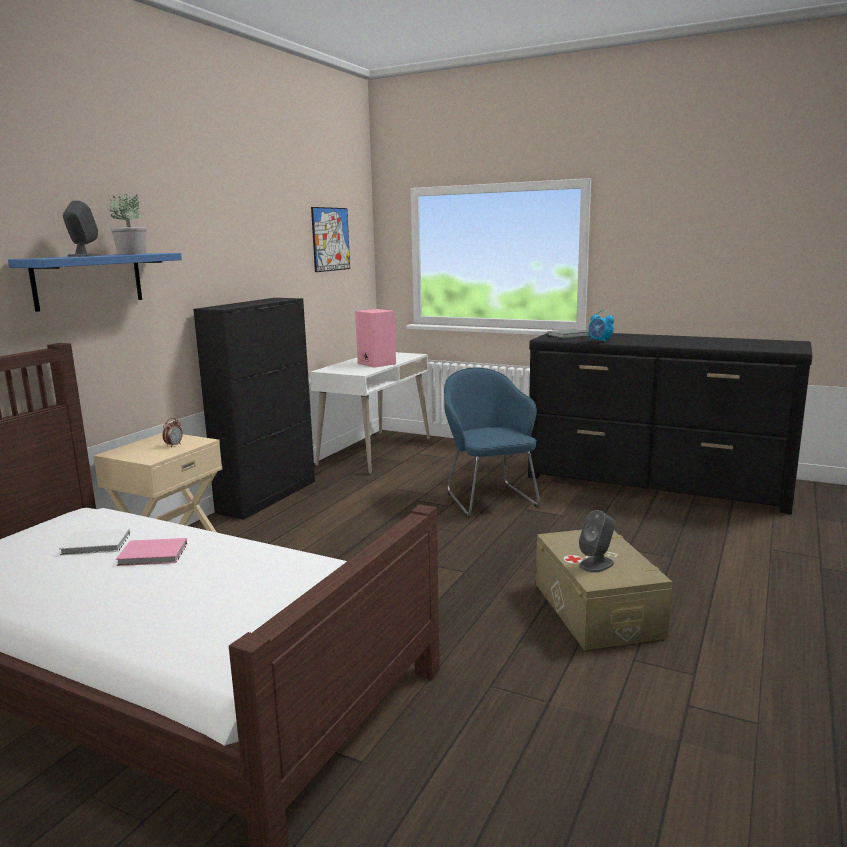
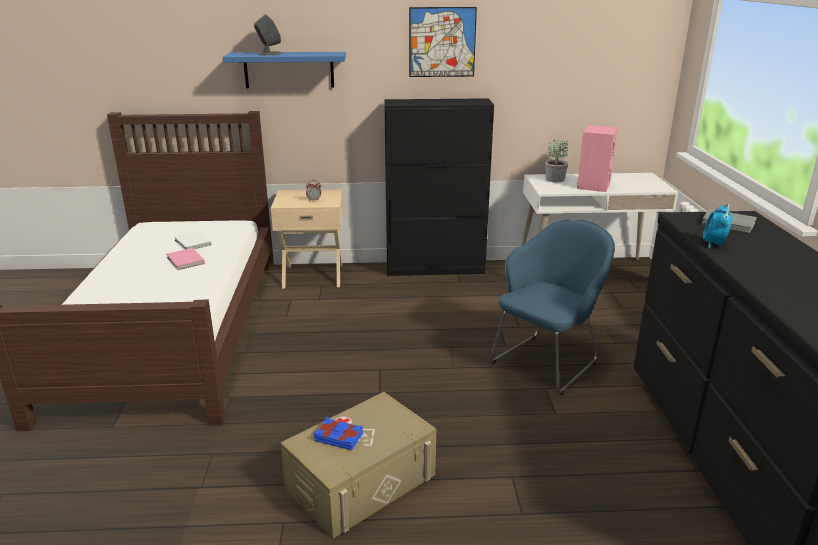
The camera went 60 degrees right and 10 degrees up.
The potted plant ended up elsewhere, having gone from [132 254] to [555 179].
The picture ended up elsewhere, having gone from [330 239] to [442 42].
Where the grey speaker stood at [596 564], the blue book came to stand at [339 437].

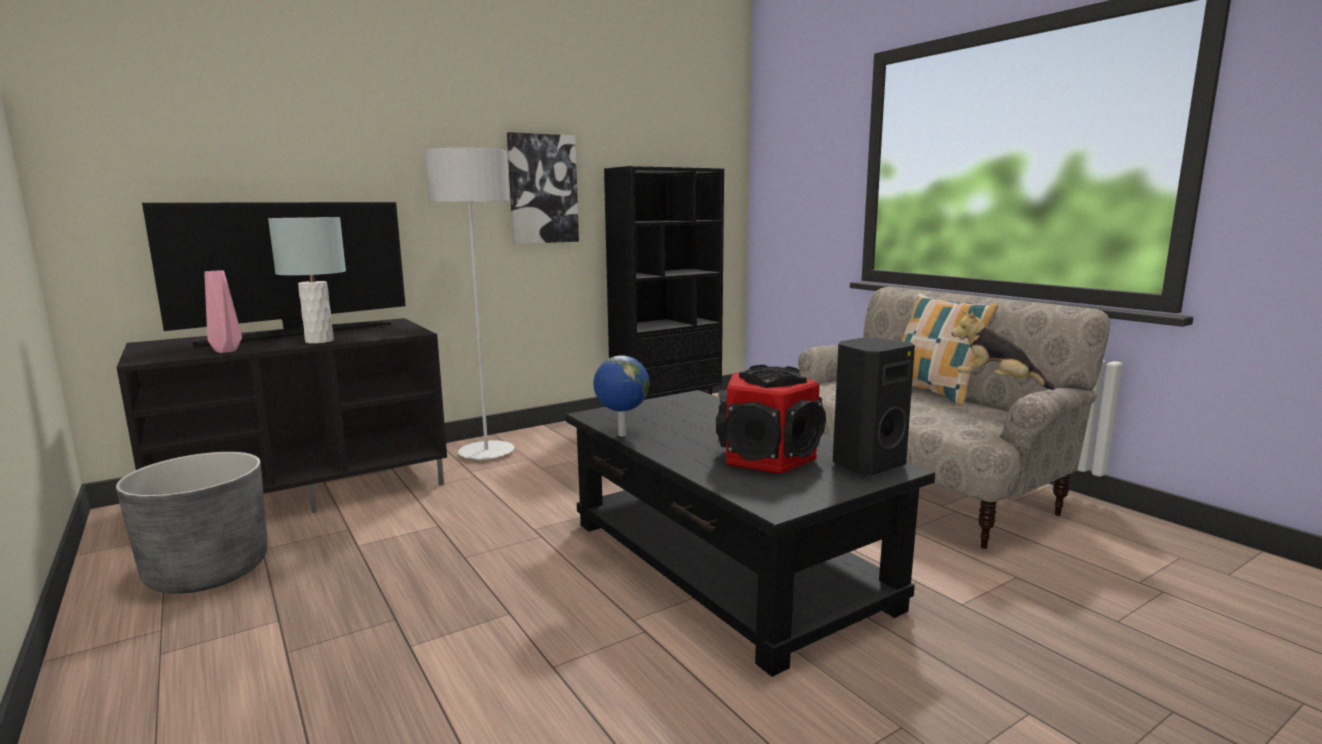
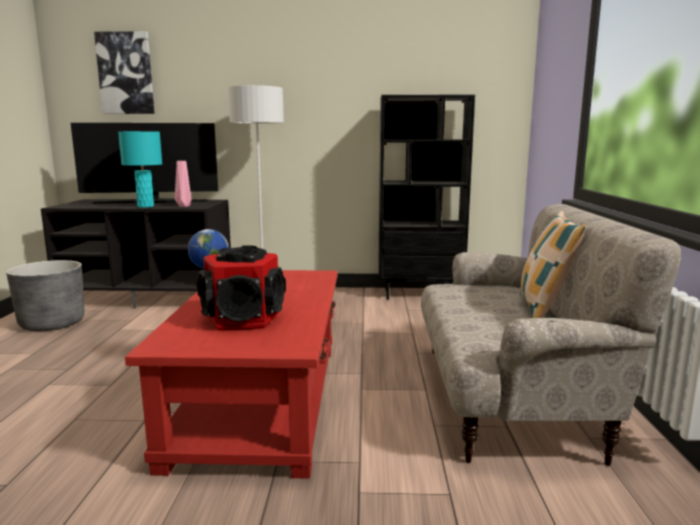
The camera went 35 degrees right and 0 degrees up.
The second view lost the black speaker at [866 464].
The second view lost the plush toy at [996 383].
The pink vase ended up elsewhere, having gone from [228 351] to [185 206].
The picture ended up elsewhere, having gone from [542 189] to [126 73].
What was the grey table lamp at [320 341] turned into the turquoise table lamp at [146 206].
What was the black coffee table at [724 563] turned into the red coffee table at [260 400].

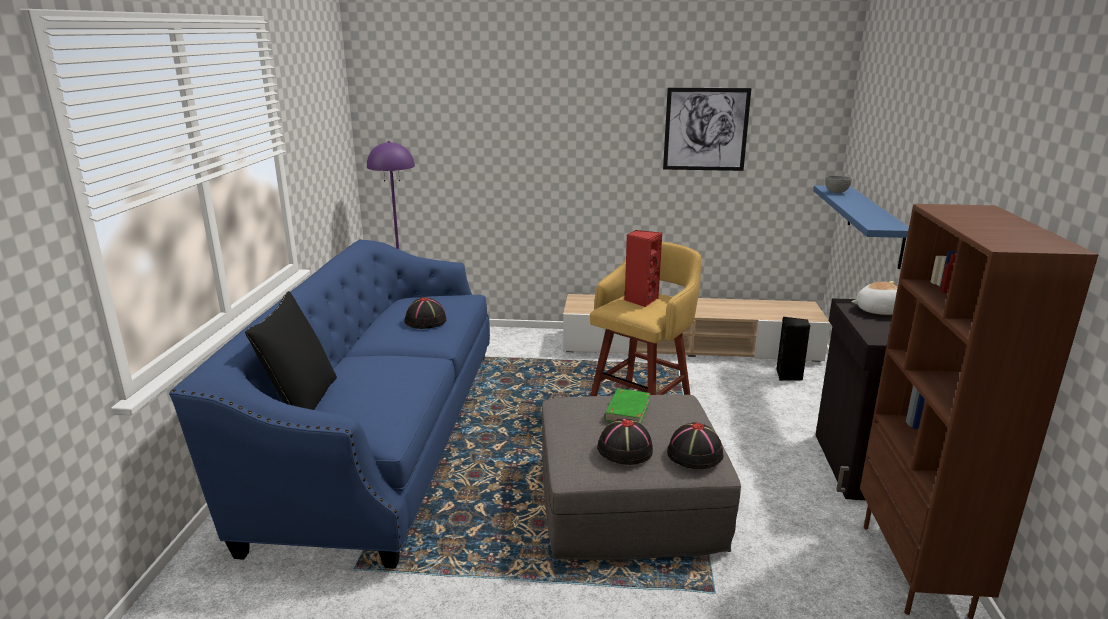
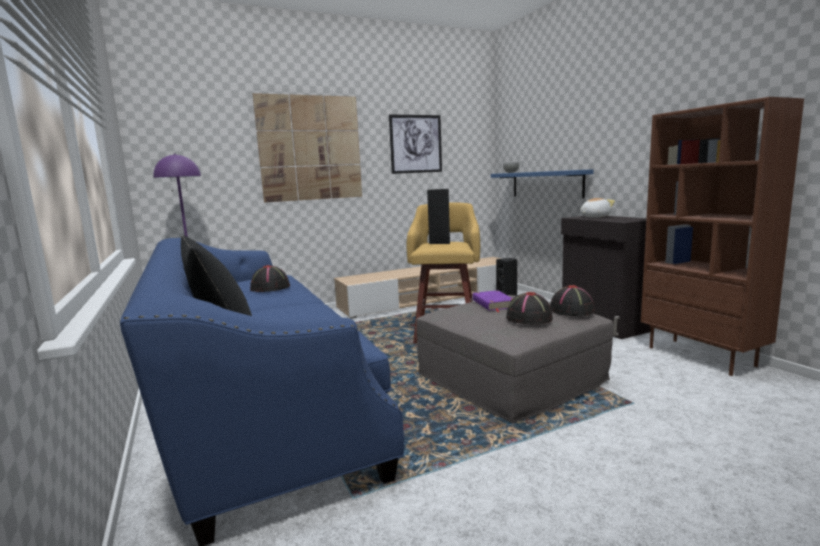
The camera went 30 degrees left and 10 degrees down.
The second view gained the picture at [310 148].
What was the green book at [627 411] turned into the purple book at [493 304].
What was the red speaker at [640 300] turned into the black speaker at [439 242].

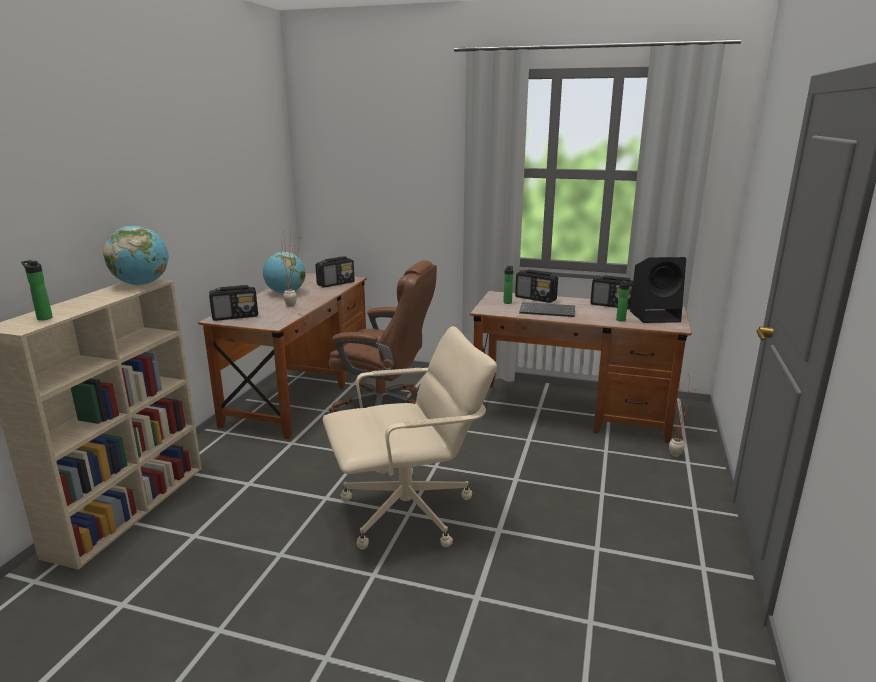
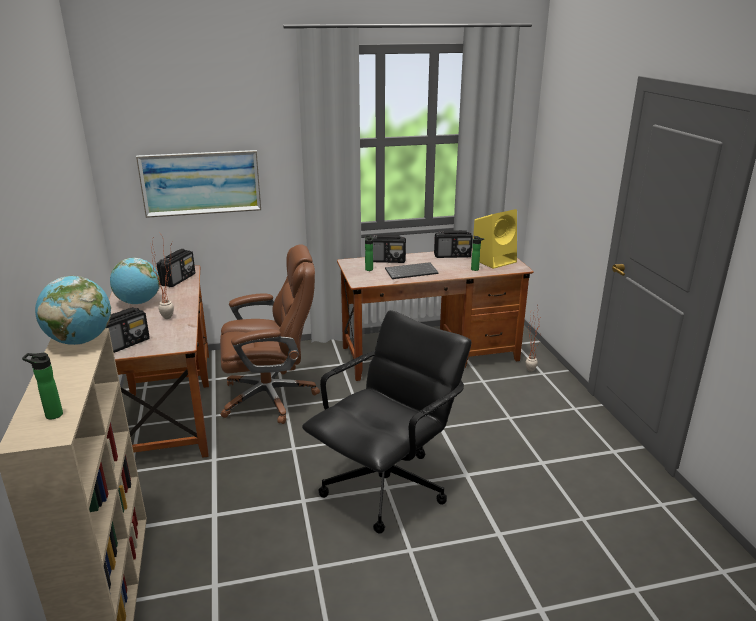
The camera went 30 degrees left and 5 degrees up.
The second view gained the picture at [201 183].
What was the beige office chair at [408 512] turned into the black office chair at [386 486].
What was the black speaker at [655 316] turned into the yellow speaker at [494 260].

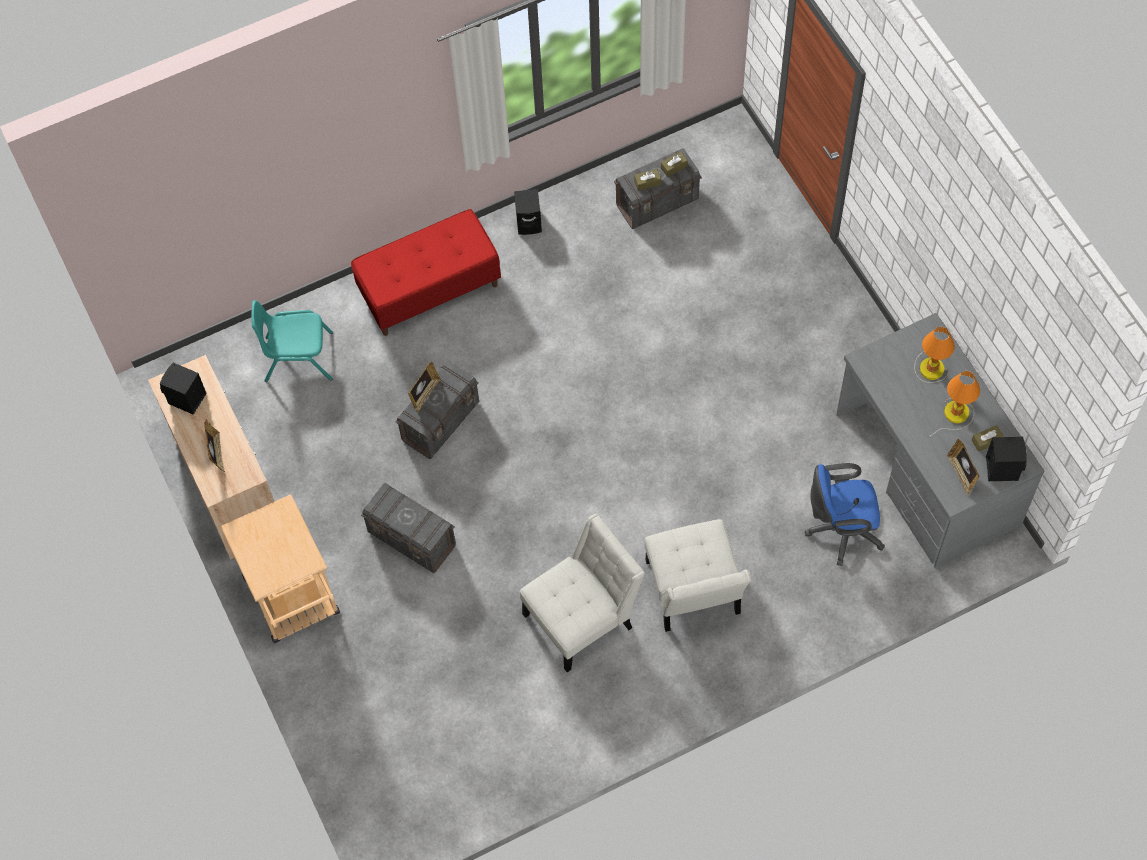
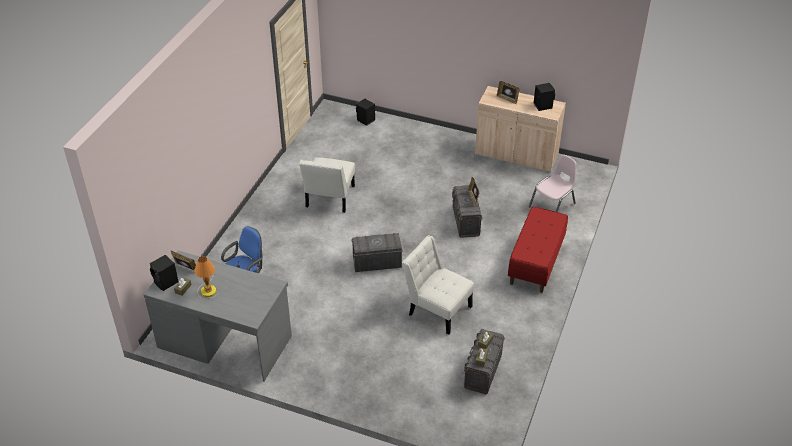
The camera went 135 degrees right and 20 degrees down.
The second view lost the beige cart at [295 602].
The second view lost the table lamp at [930 366].
The grey storage box ended up elsewhere, having gone from [412 539] to [376 263].
The black speaker ended up elsewhere, having gone from [530 222] to [365 120].
The white chair ended up elsewhere, having gone from [693 593] to [437 309].
What was the turquoise chair at [298 357] turned into the pink chair at [552 205].

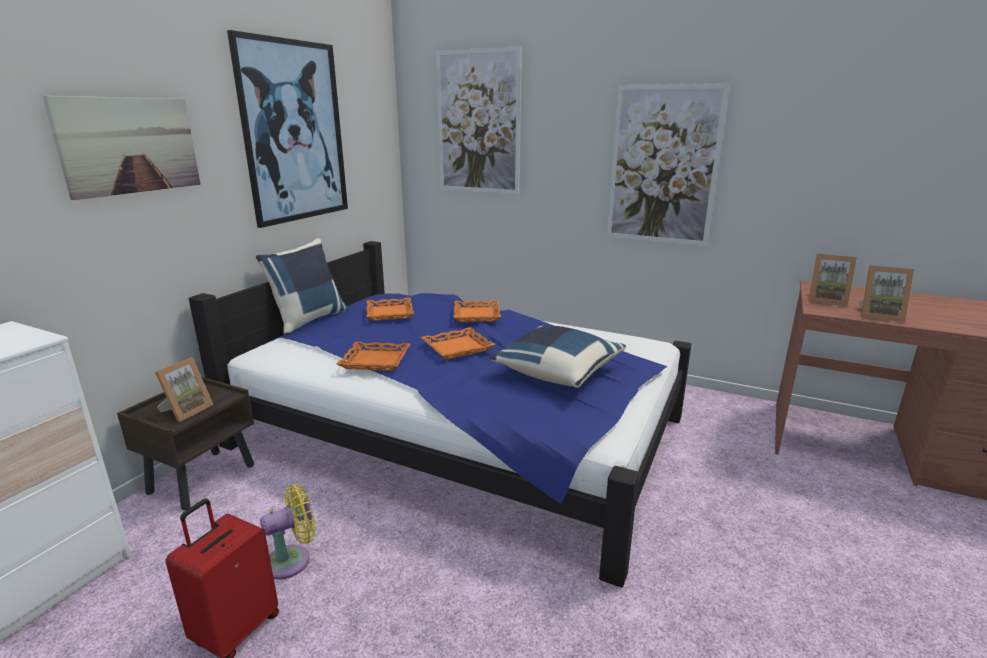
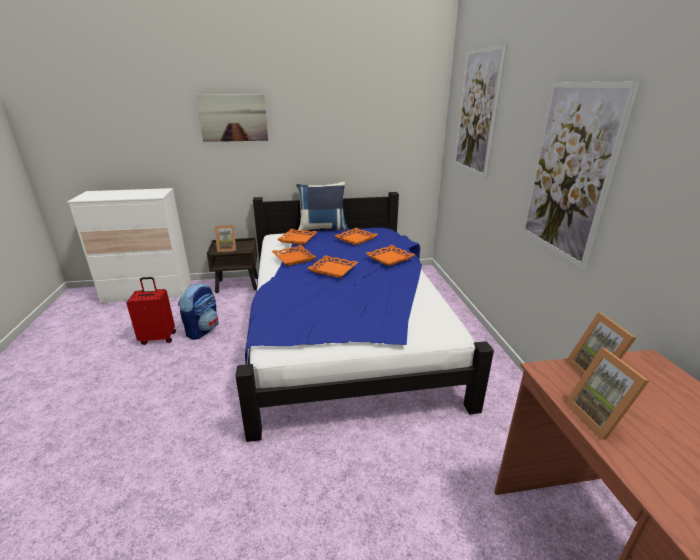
The camera went 55 degrees right and 5 degrees up.
The second view lost the picture at [294 132].
The second view lost the blue pillow at [557 373].
The second view gained the orange tray at [298 239].
Where the yellow fan stood at [292 560], the backpack came to stand at [203 330].

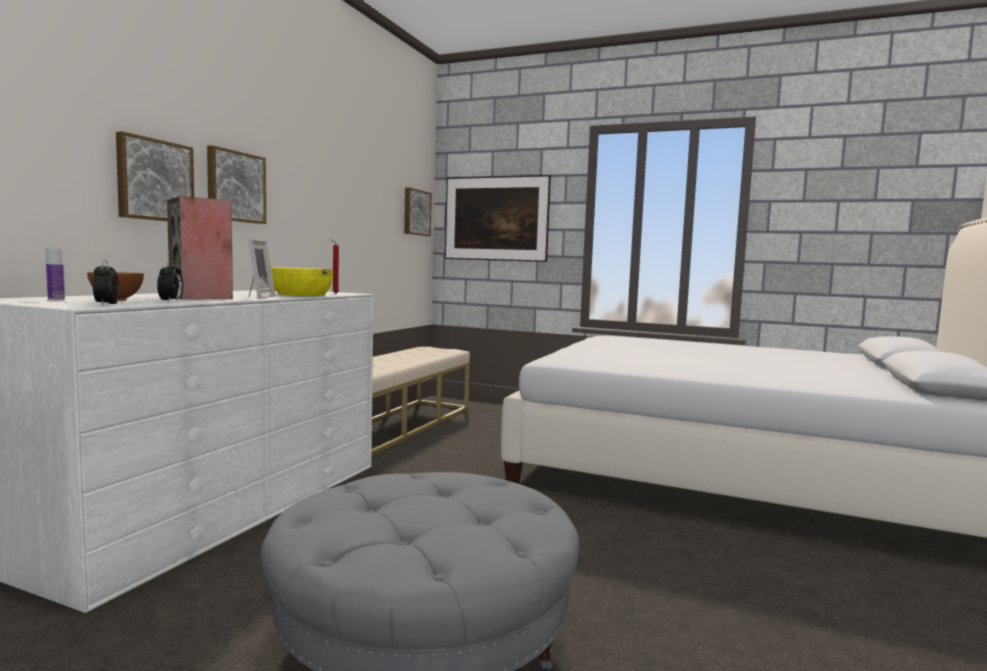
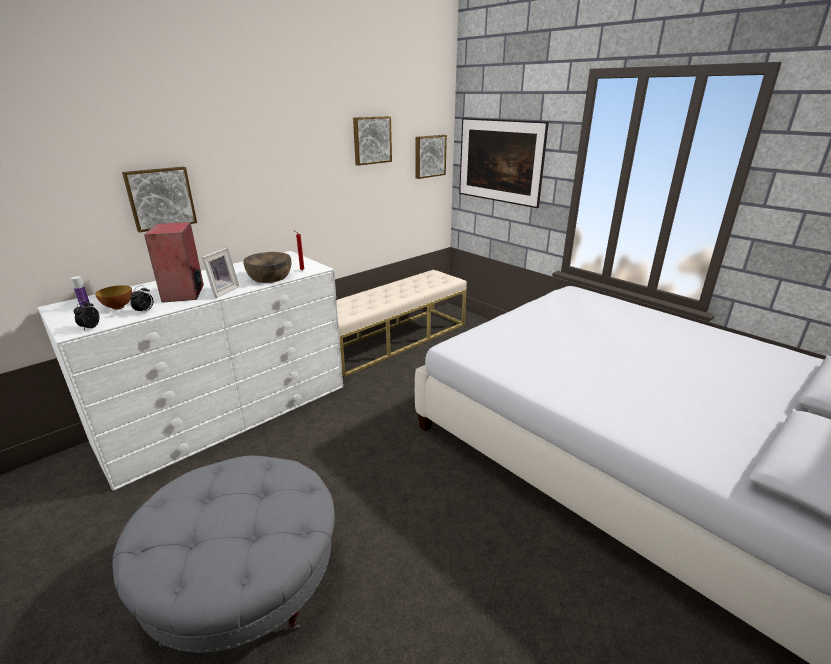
The camera went 25 degrees right and 20 degrees up.
The picture ended up elsewhere, having gone from [235 187] to [371 140].
What was the yellow bowl at [302 294] turned into the brown bowl at [270 277].

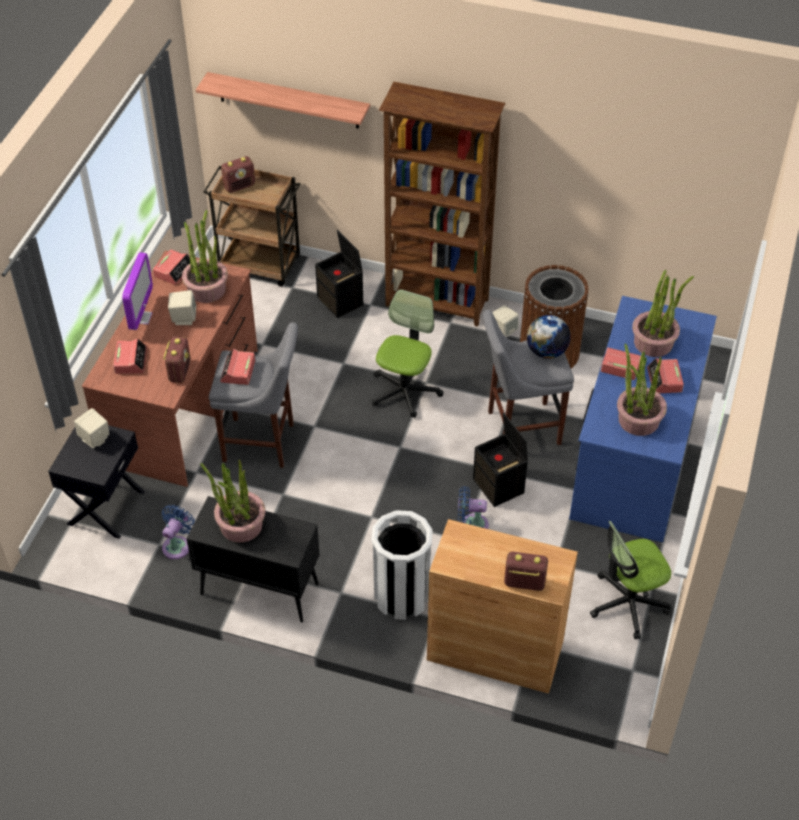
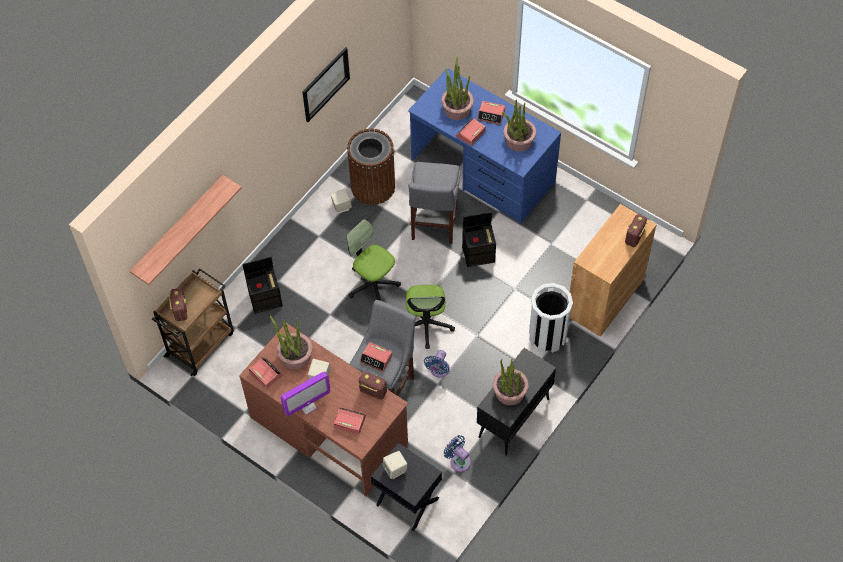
The camera went 70 degrees left and 10 degrees up.
The second view lost the brown bookcase at [437 303].
The second view lost the globe at [546 351].
The second view gained the picture at [325 84].
The blue fan ended up elsewhere, having gone from [471 524] to [438 370].
The office chair ended up elsewhere, having gone from [627 603] to [426 325].
The monitor at [141 317] ended up facing another way, 120 degrees clockwise from before.

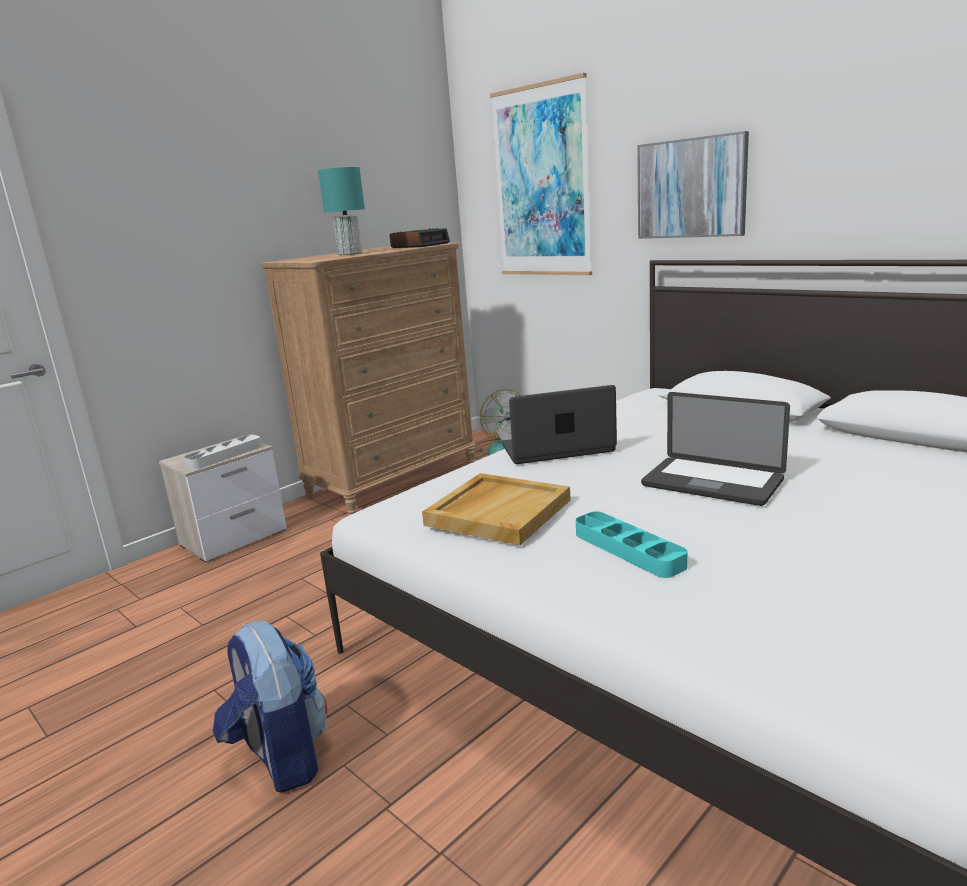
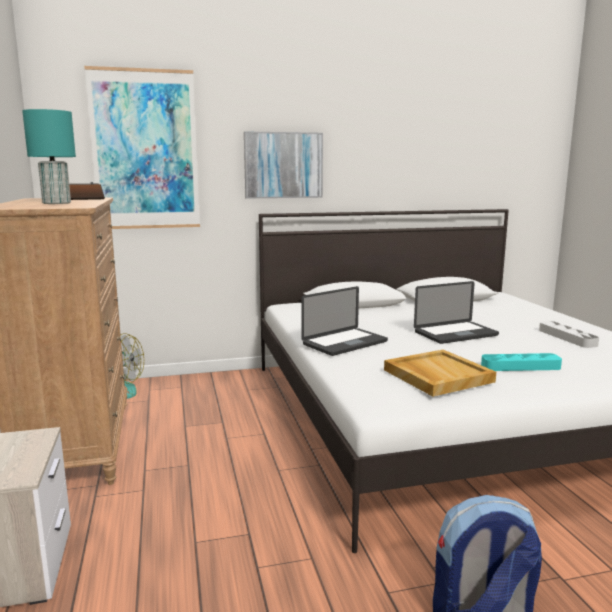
The camera went 60 degrees left and 5 degrees down.
The grey tray ended up elsewhere, having gone from [224 456] to [567 337].
The laptop at [557 449] ended up facing another way, 150 degrees counterclockwise from before.

